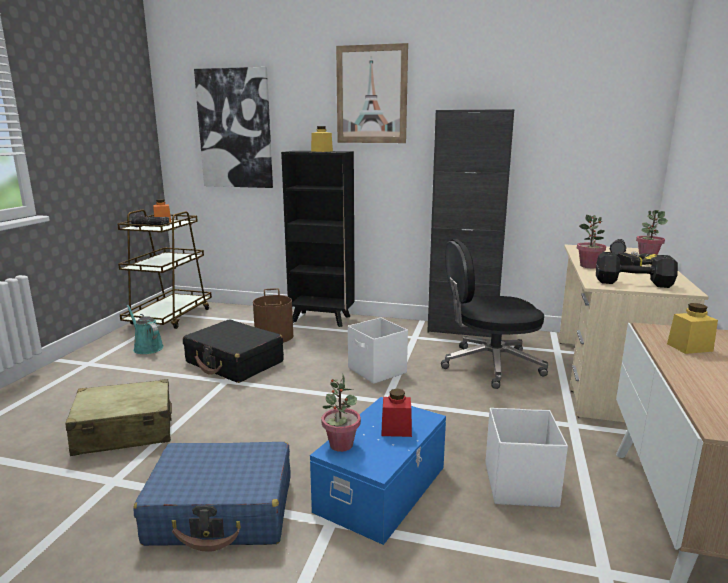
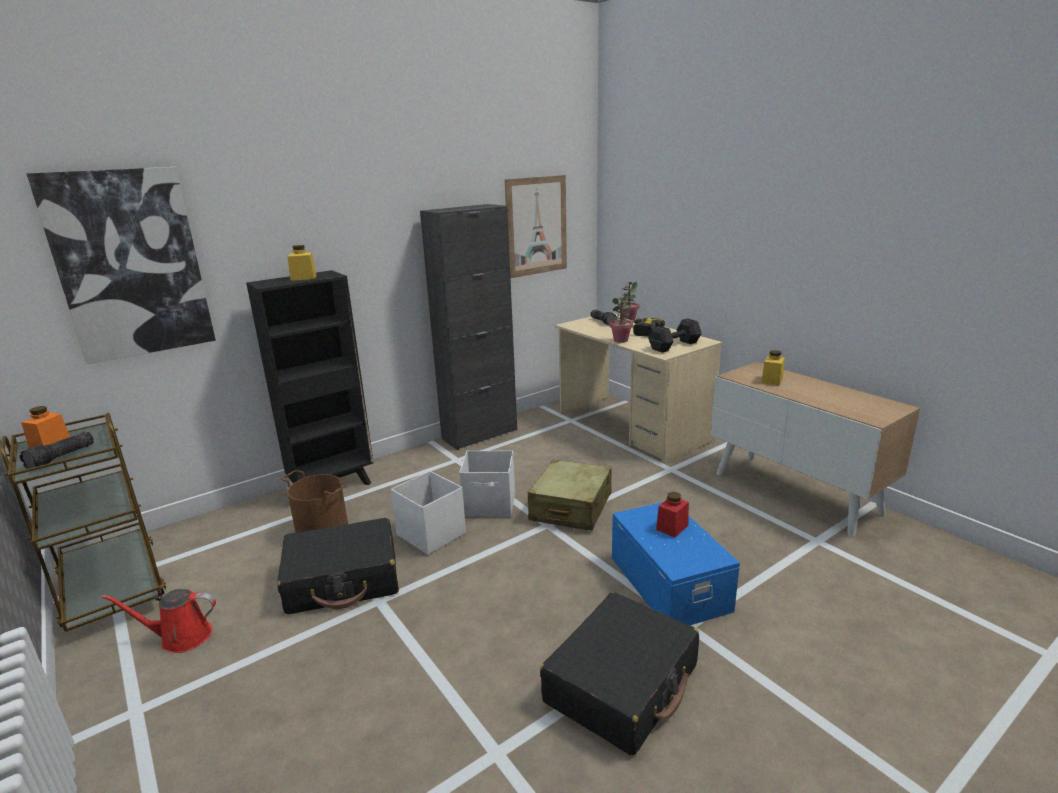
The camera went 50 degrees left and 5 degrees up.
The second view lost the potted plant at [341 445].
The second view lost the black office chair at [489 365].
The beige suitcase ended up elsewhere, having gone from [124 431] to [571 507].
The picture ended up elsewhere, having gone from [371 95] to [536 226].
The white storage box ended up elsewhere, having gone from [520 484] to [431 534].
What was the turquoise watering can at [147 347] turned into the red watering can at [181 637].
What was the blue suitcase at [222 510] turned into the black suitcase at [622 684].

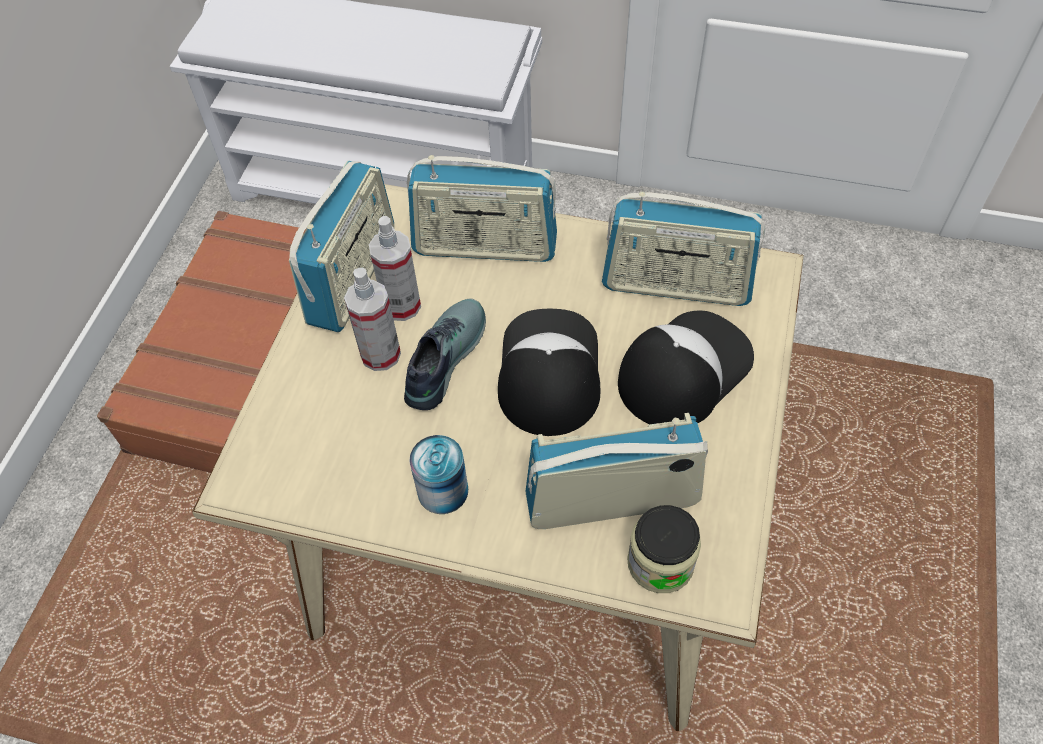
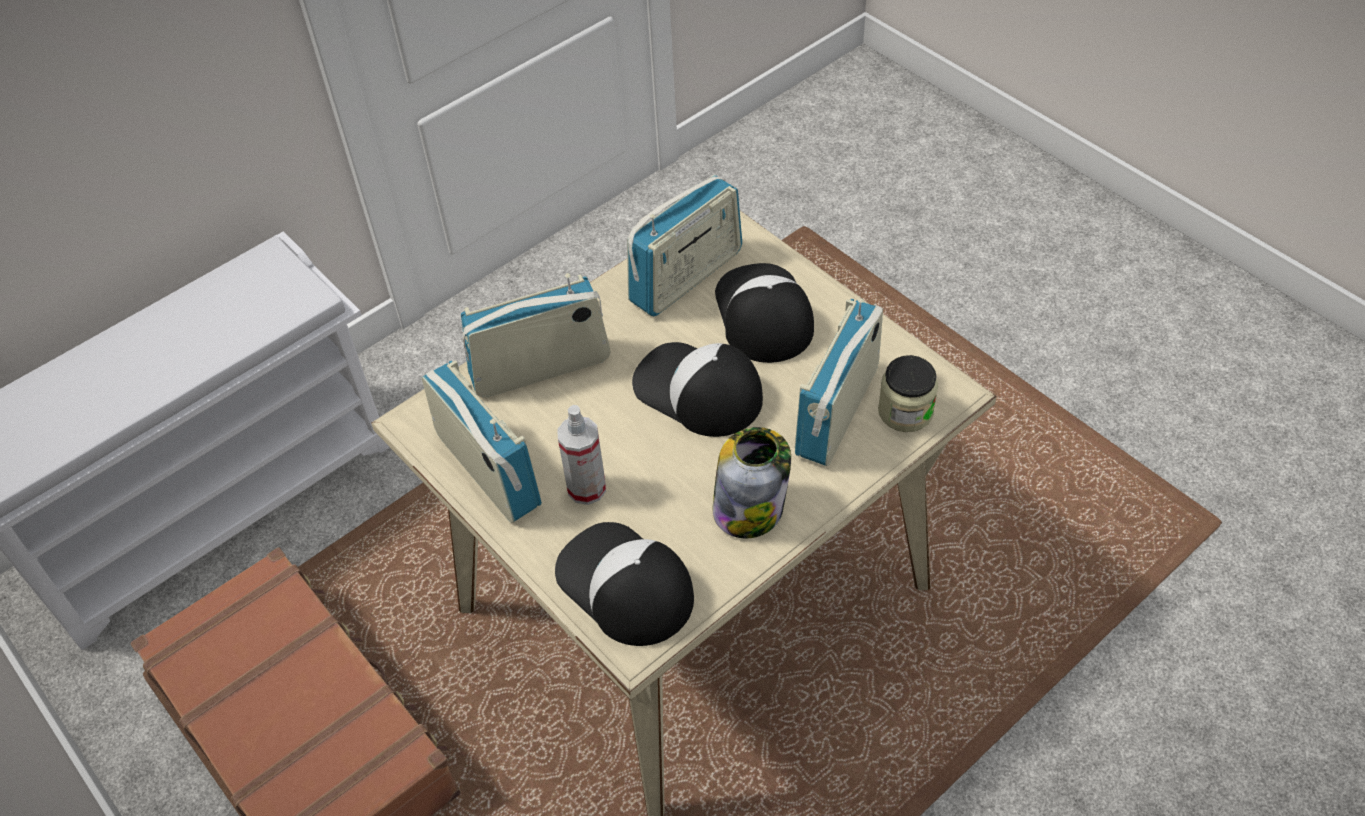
The camera went 55 degrees left and 5 degrees down.
The second view lost the spray bottle at [401 305].
The second view lost the shoe at [442 358].
The second view gained the cap at [624 585].
Where the can stood at [443 491], the jar came to stand at [749 508].
The radio at [485 246] ended up facing another way, 150 degrees counterclockwise from before.

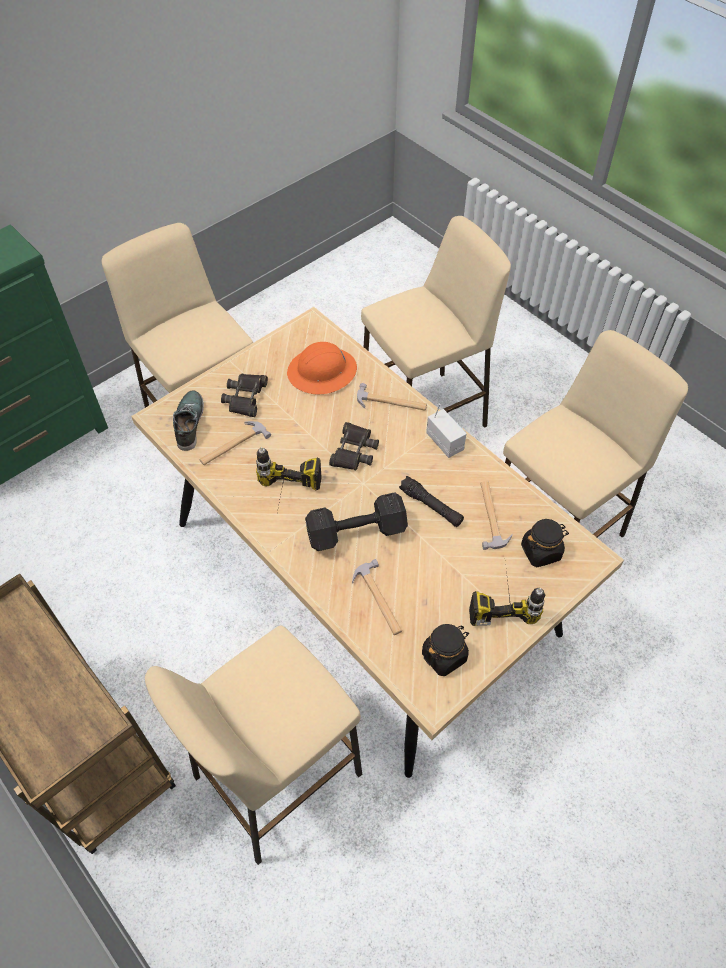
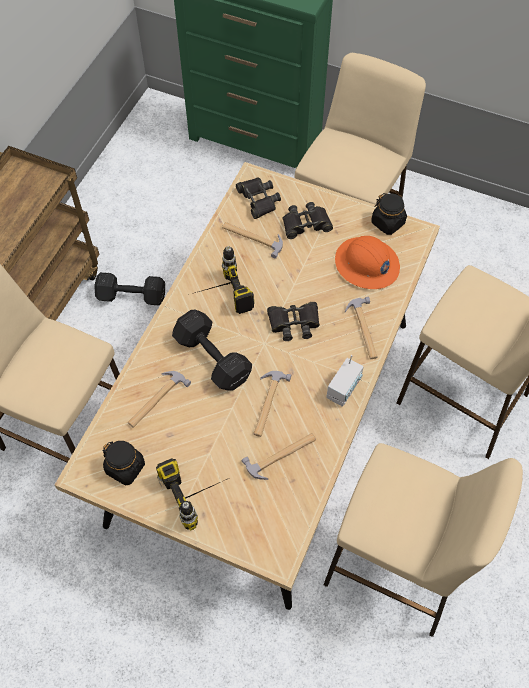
The camera went 65 degrees right and 5 degrees up.
The second view gained the black dumbbell at [130 296].
The black jar ended up elsewhere, having gone from [541 551] to [388 223].
Where the shoe stood at [189 423], the black binoculars came to stand at [258 200].
Where the black flashlight stood at [431 506], the hammer came to stand at [267 404].

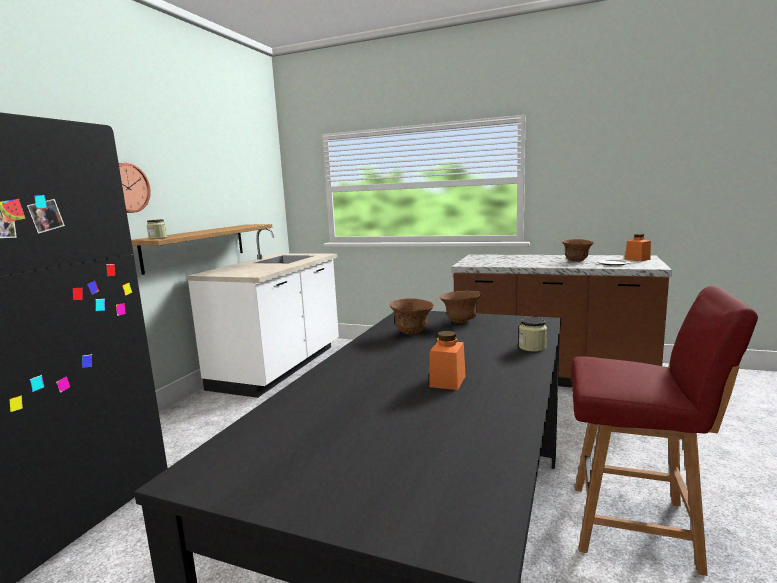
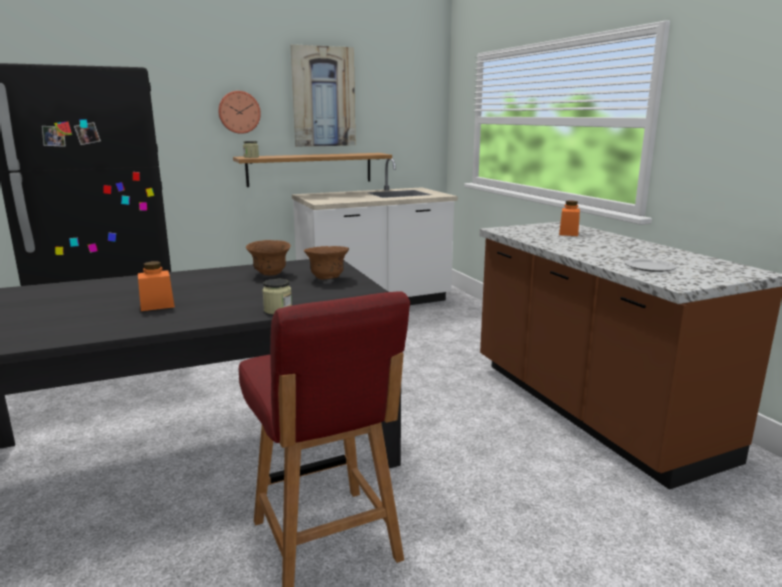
The camera went 45 degrees right and 5 degrees up.
The second view lost the brown bowl at [576 261].
The second view gained the picture at [323 97].
The orange jar ended up elsewhere, having gone from [637 259] to [568 233].

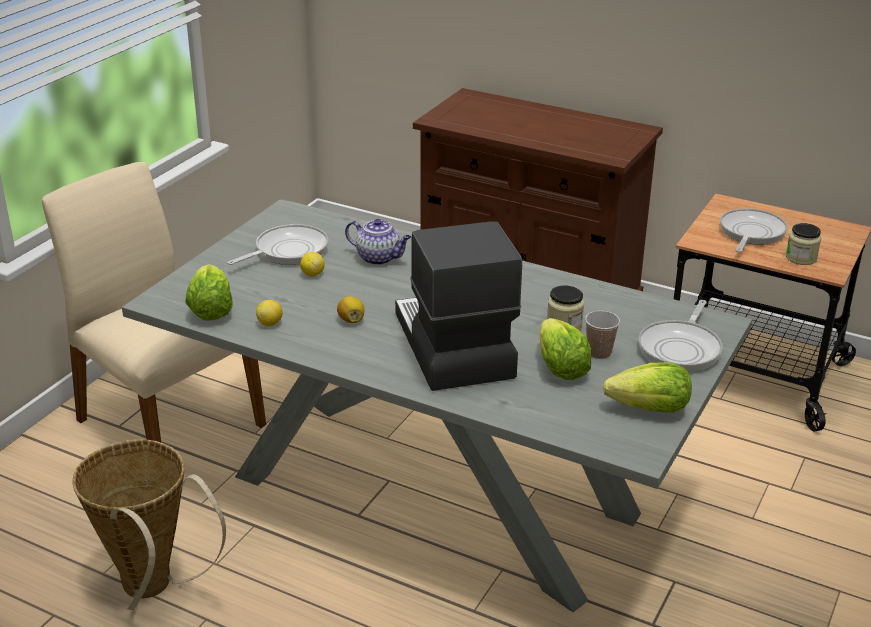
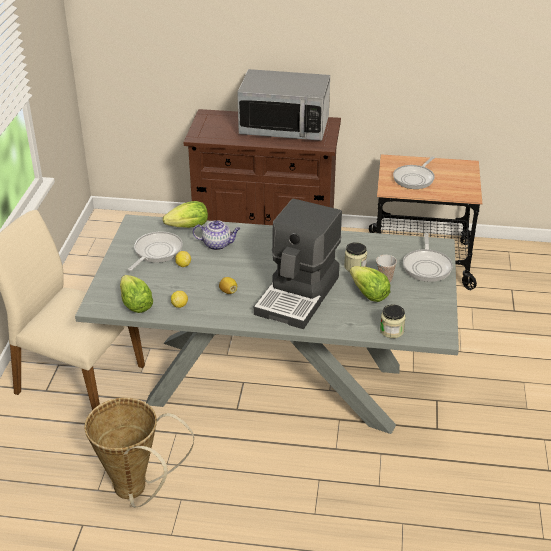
The camera went 20 degrees left and 5 degrees up.
The second view gained the microwave at [284 127].
The lettuce ended up elsewhere, having gone from [650 409] to [188 227].
The jar ended up elsewhere, having gone from [801 258] to [391 331].
The coffee machine at [452 346] ended up facing another way, 120 degrees counterclockwise from before.
The frying pan at [750 233] ended up facing another way, 150 degrees counterclockwise from before.

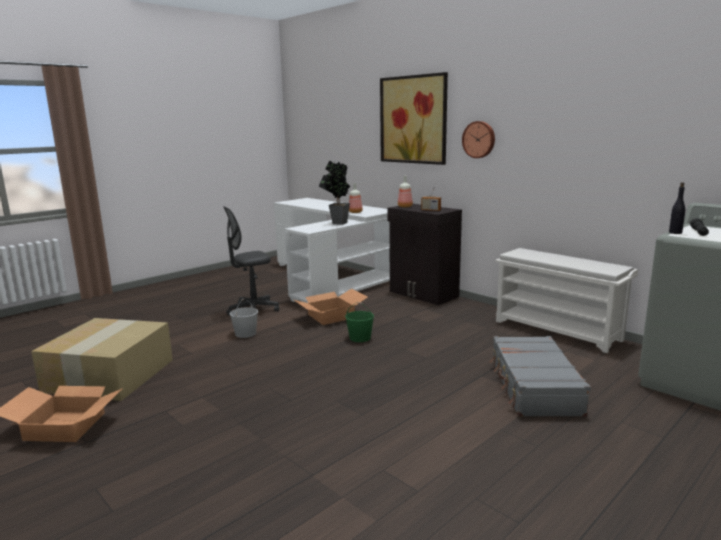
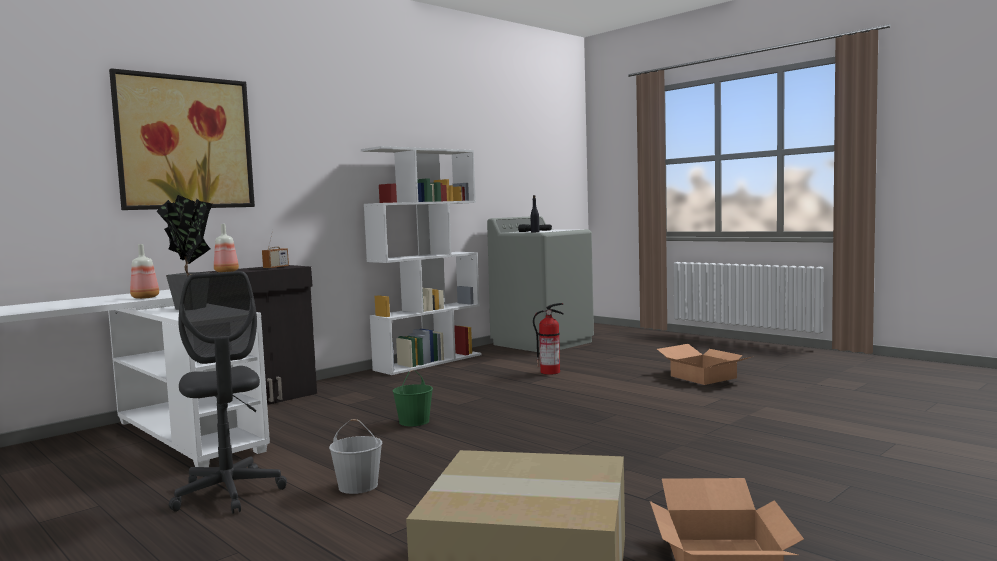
The camera went 90 degrees left and 10 degrees down.
The second view lost the wall clock at [479 139].
The cardboard box ended up elsewhere, having gone from [331 316] to [704 377].
Where the grey suitcase stood at [533 387], the fire extinguisher came to stand at [551 372].
Where the white shoe rack stood at [558 330], the white bookcase came to stand at [429 362].

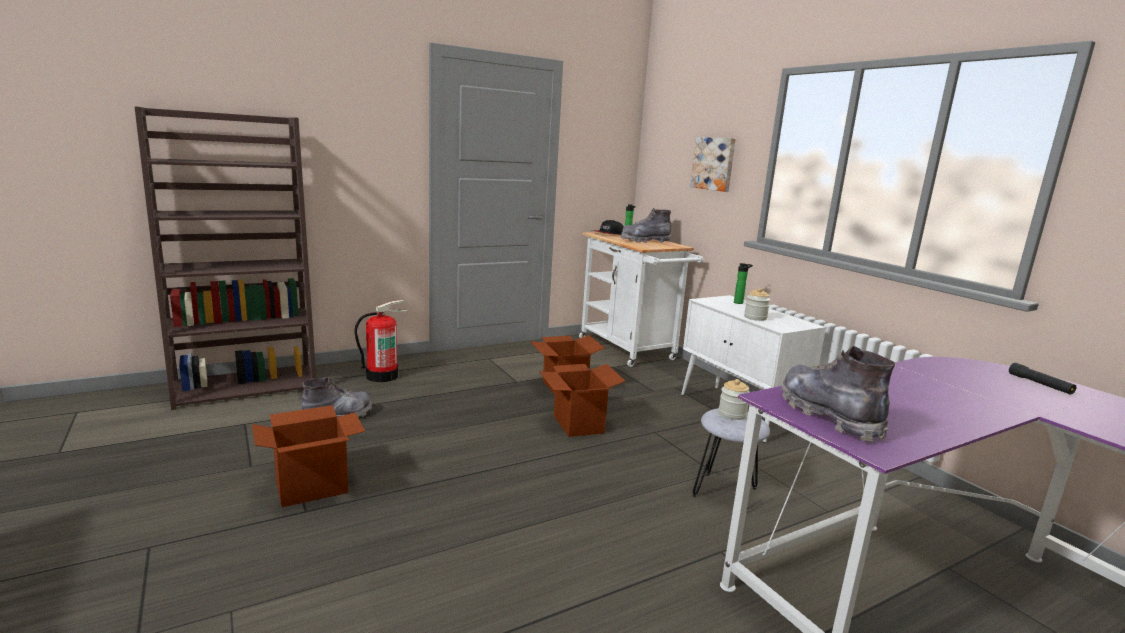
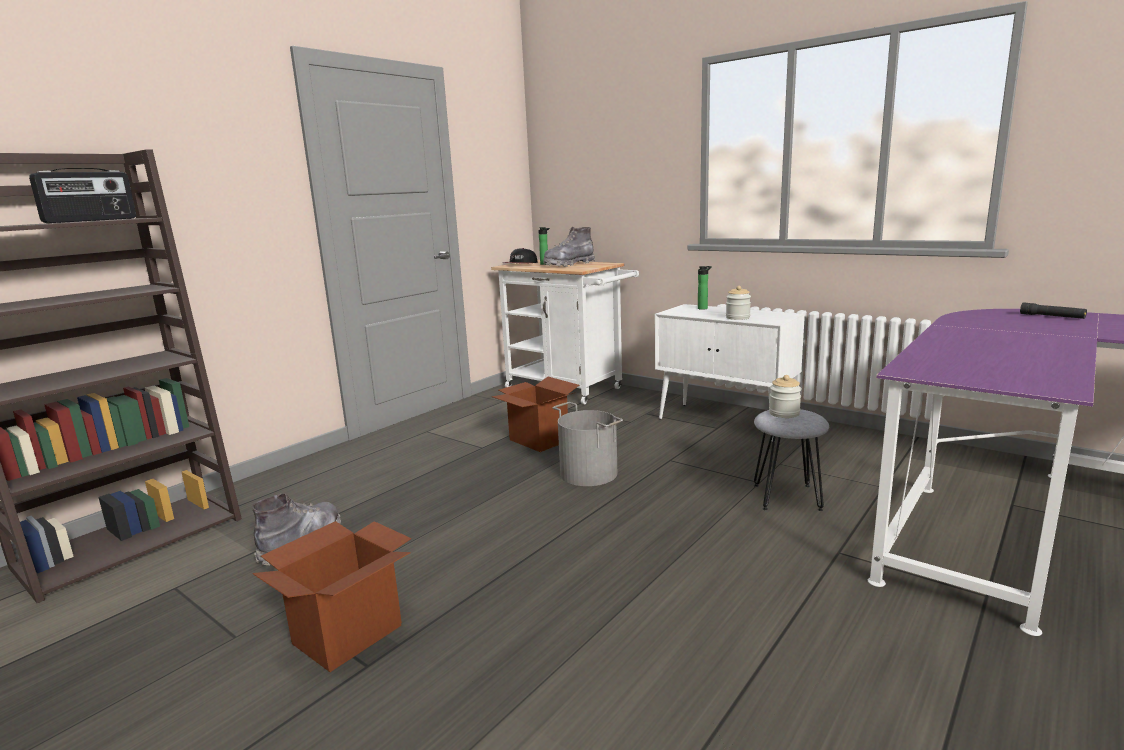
The camera went 20 degrees left and 0 degrees up.
The second view lost the fire extinguisher at [382 376].
The second view lost the picture at [714 163].
The second view lost the grey boot at [828 415].
The second view gained the radio at [91 220].
Where the cardboard box stood at [578 424], the grey bucket came to stand at [589 473].

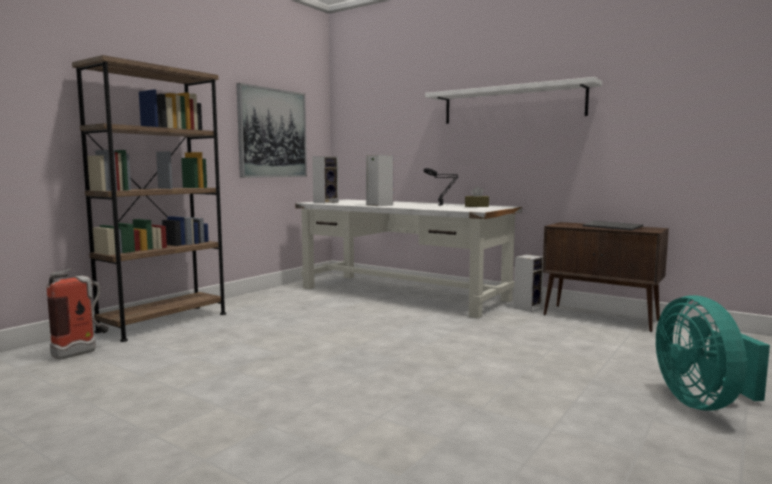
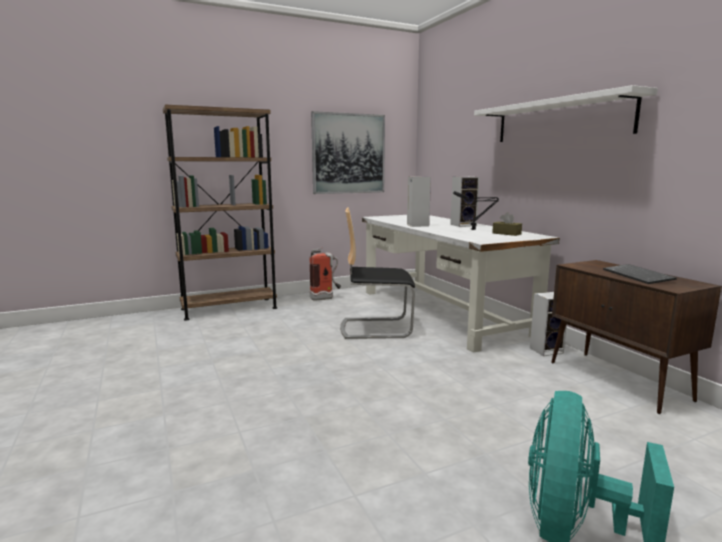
The camera went 30 degrees right and 5 degrees up.
The second view gained the chair at [376 328].
The fire extinguisher ended up elsewhere, having gone from [82 352] to [326 298].
The speaker ended up elsewhere, having gone from [326 202] to [464 225].

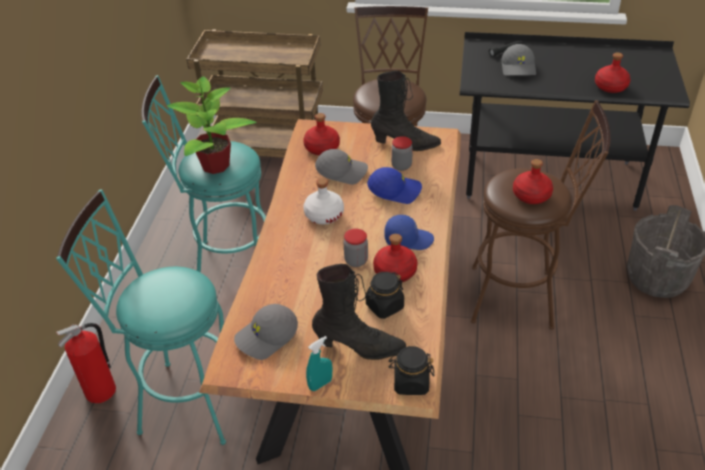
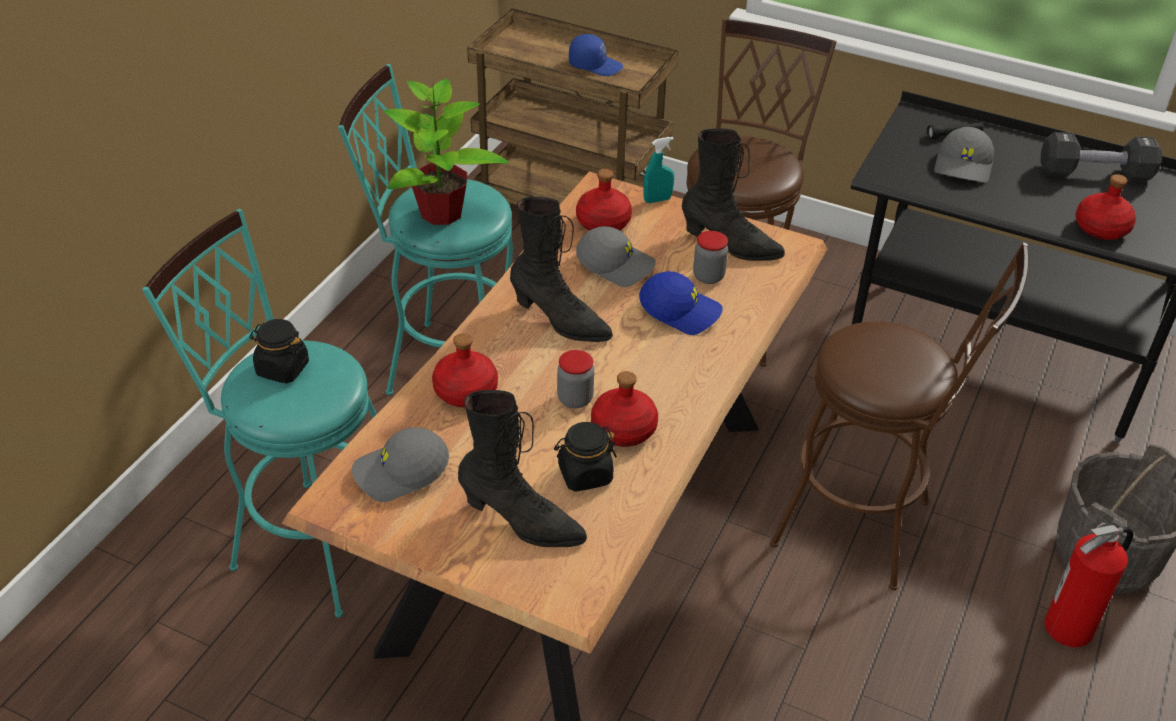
The camera went 15 degrees right and 0 degrees up.
The second view gained the black dumbbell at [1094 173].
The fire extinguisher ended up elsewhere, having gone from [101 391] to [1069 629].
The turquoise spray bottle ended up elsewhere, having gone from [320 384] to [657 200].
The blue cap ended up elsewhere, having gone from [408 239] to [595 65].
The black jar ended up elsewhere, having gone from [411 382] to [282 369].
The red bottle ended up elsewhere, having gone from [531 195] to [465 391].
Where the white bottle stood at [324 215], the black boot came to stand at [560 321].

